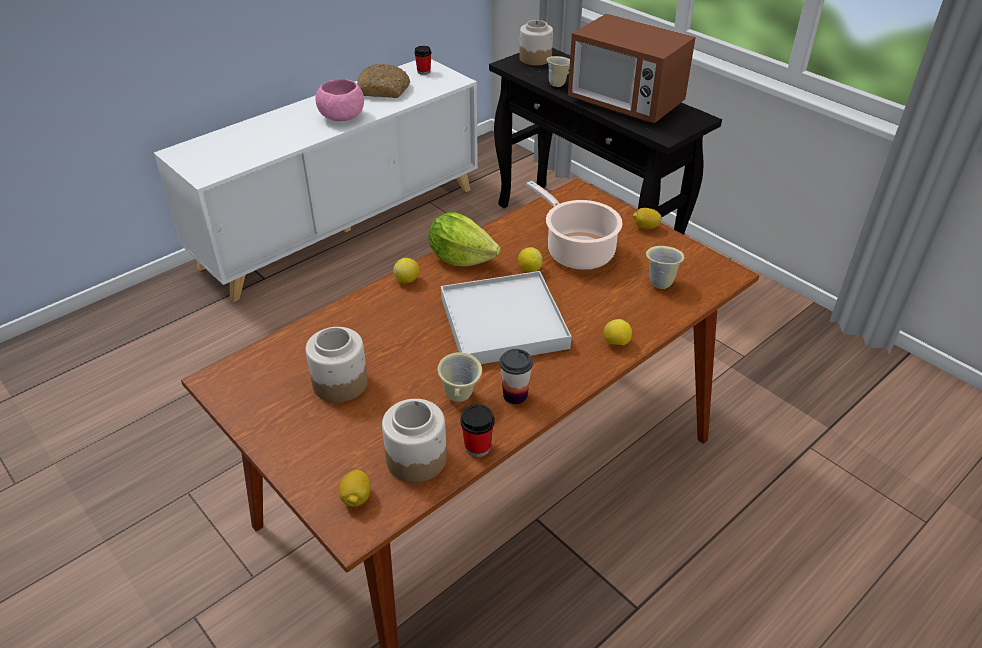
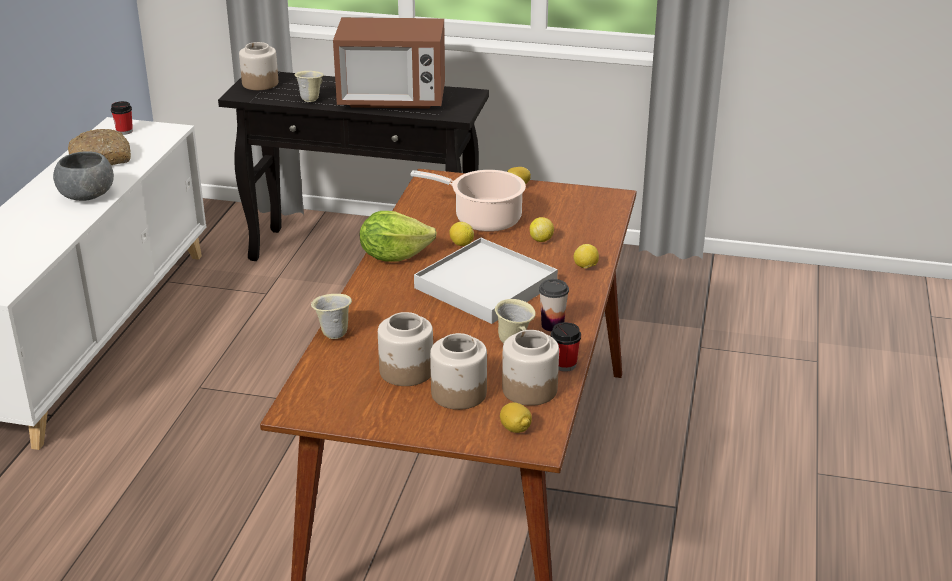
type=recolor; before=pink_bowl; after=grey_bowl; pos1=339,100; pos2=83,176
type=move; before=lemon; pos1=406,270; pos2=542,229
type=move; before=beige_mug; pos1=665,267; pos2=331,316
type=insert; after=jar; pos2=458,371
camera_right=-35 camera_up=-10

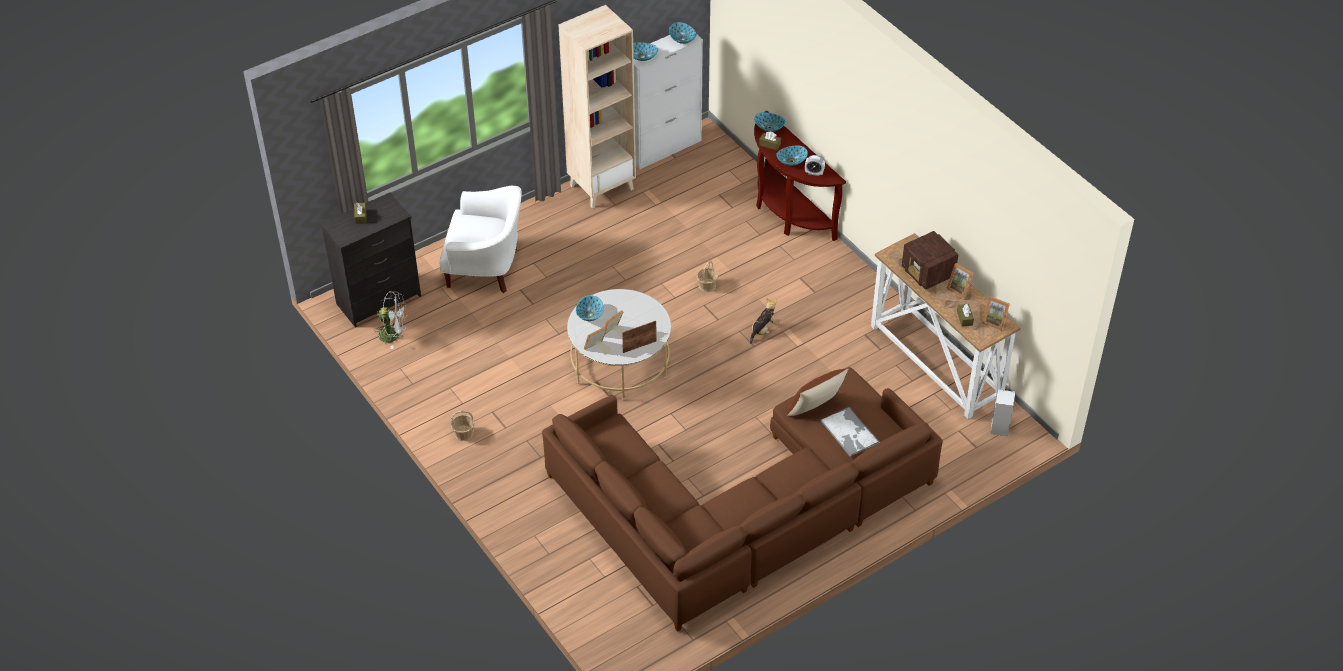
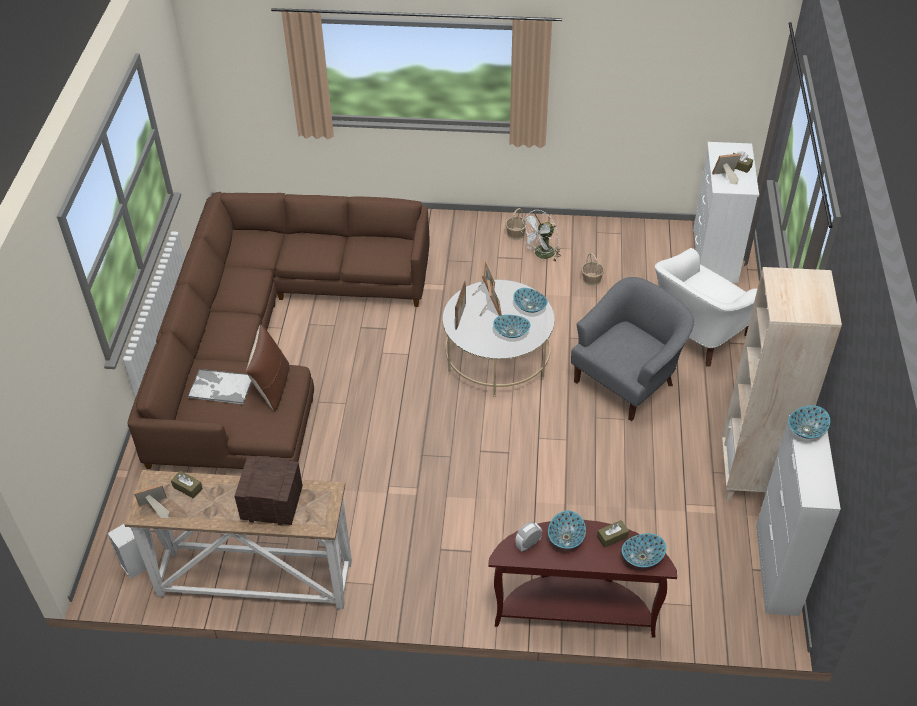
type=recolor; before=black_dresser; after=white_dresser; pos1=370,260; pos2=726,212
type=move; before=white_fan; pos1=391,320; pos2=540,236
type=move; before=bowl; pos1=682,33; pos2=512,326
type=move; before=basket; pos1=707,276; pos2=592,269
type=delete; before=plush_toy; pos1=764,321
type=move; before=picture_frame; pos1=960,281; pos2=726,169
type=insert; after=grey_armchair; pos2=632,349
camera_right=130 camera_up=0

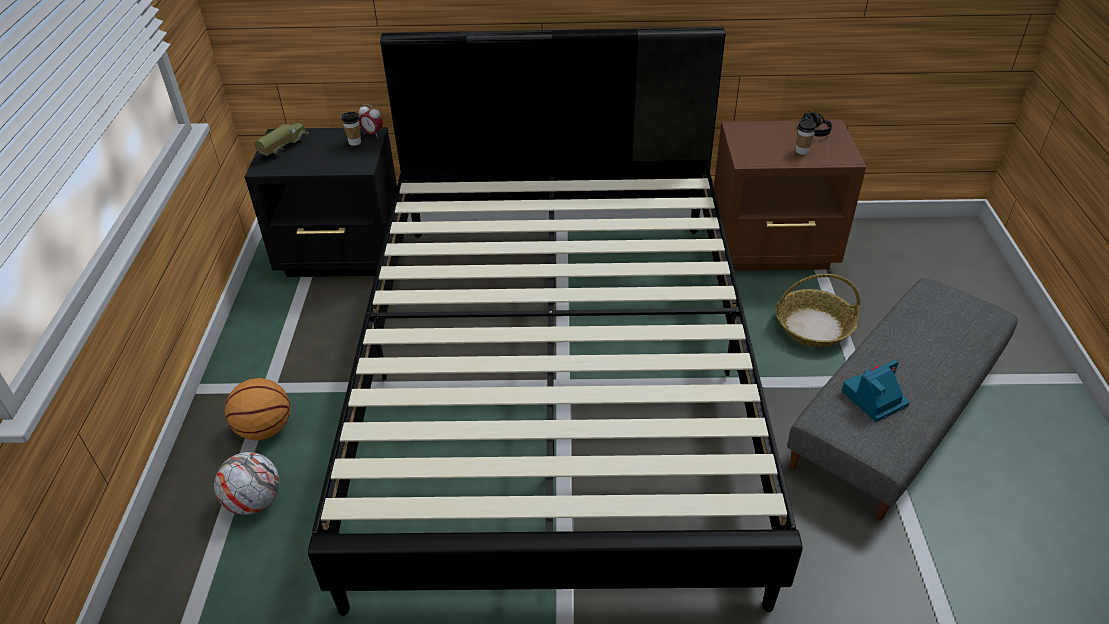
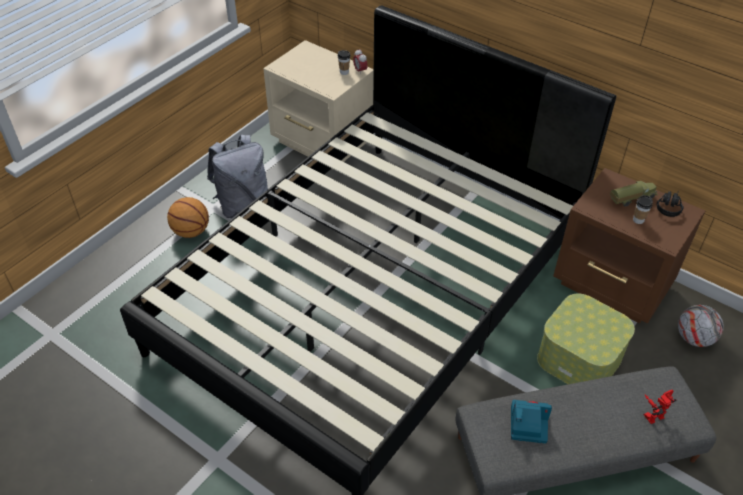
type=move; before=football; pos1=246,483; pos2=701,326
type=recolor; before=black_nightstand; after=beige_nightstand; pos1=321,202; pos2=318,105
type=move; before=toy_truck; pos1=281,139; pos2=634,194
type=replace; before=basket; after=storage_box; pos1=818,310; pos2=586,339
type=insert; after=grey_backpack; pos2=237,176
type=insert; after=toy_robot; pos2=660,407
camera_right=35 camera_up=5

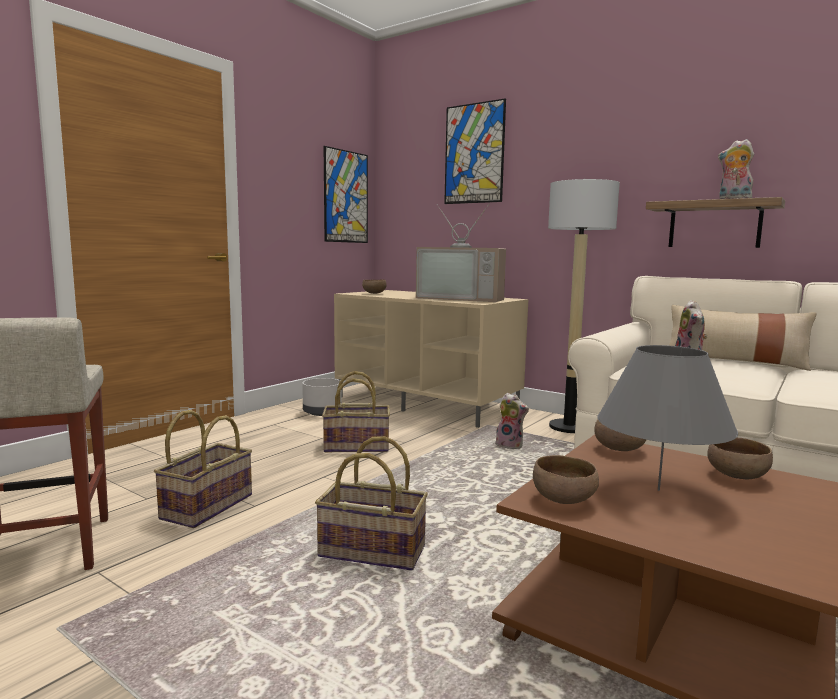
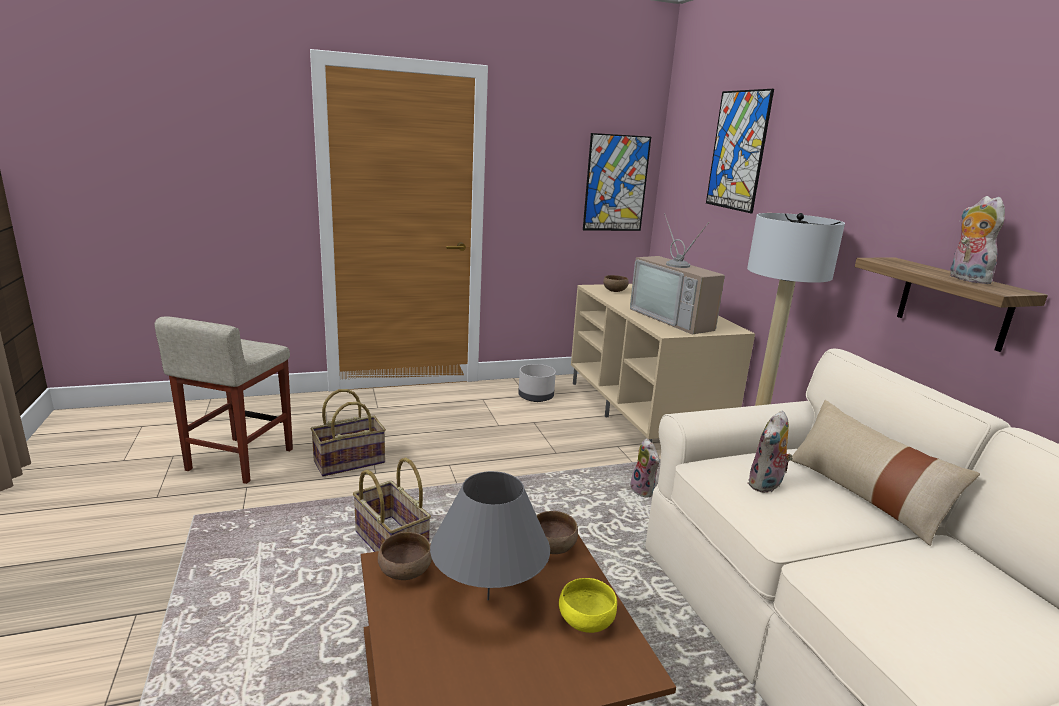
type=delete; before=basket; pos1=356,411
type=recolor; before=brown_bowl; after=yellow_bowl; pos1=740,458; pos2=588,605
camera_right=35 camera_up=10

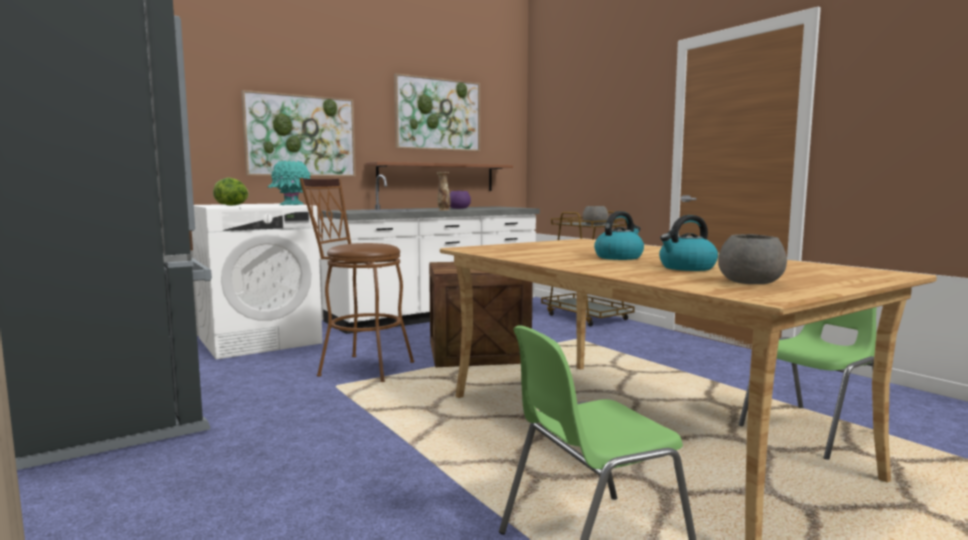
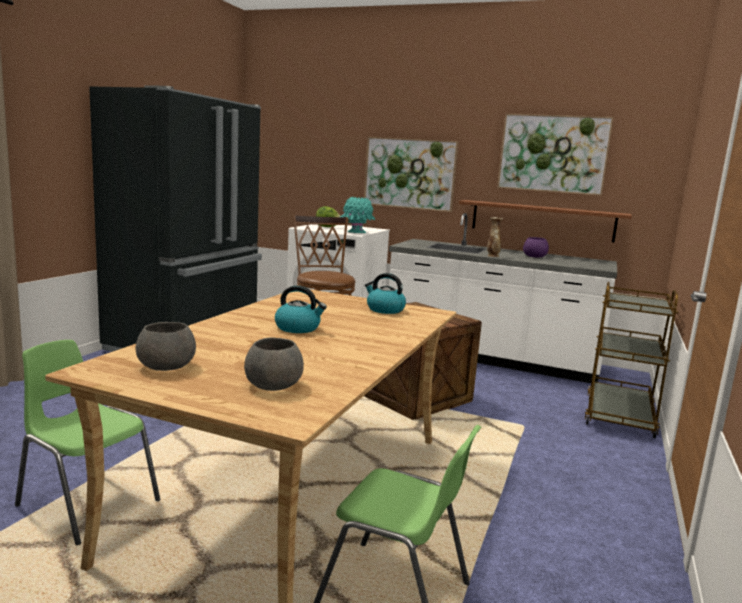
type=move; before=grey_bowl; pos1=595,215; pos2=274,364
type=move; before=kettle; pos1=688,243; pos2=385,293
camera_right=55 camera_up=5

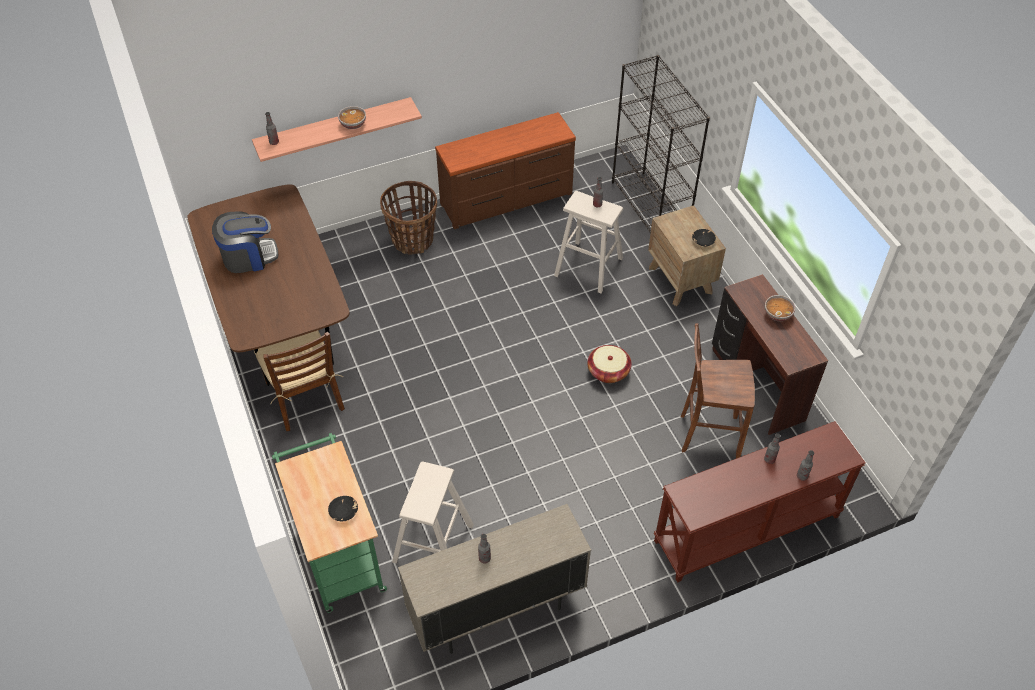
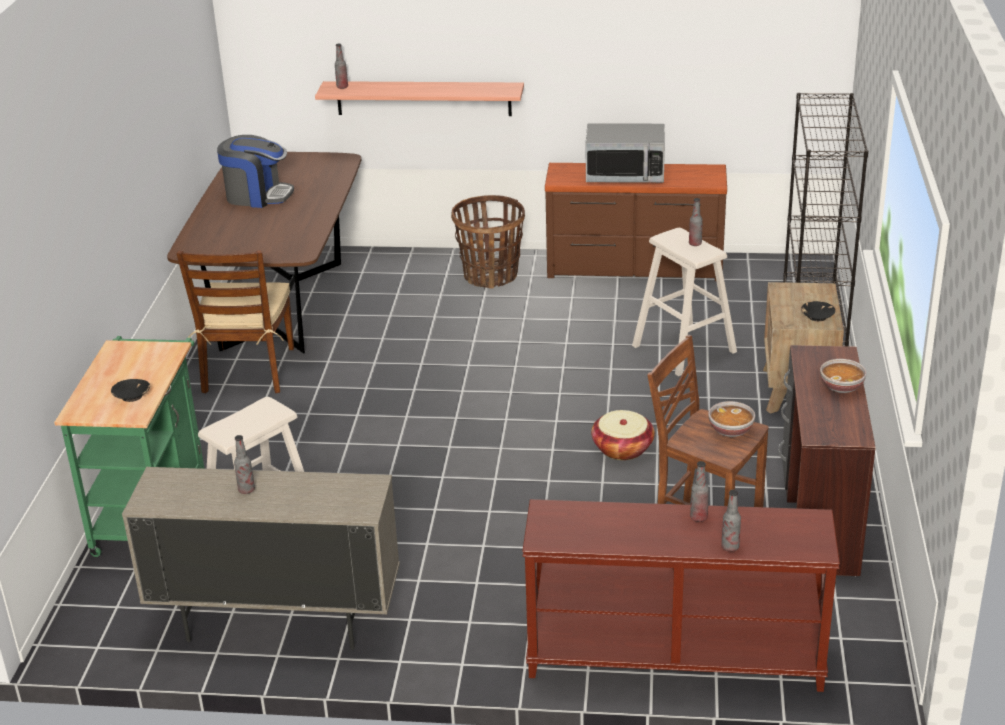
type=move; before=bowl; pos1=352,117; pos2=731,419
type=insert; after=microwave; pos2=625,153
camera_right=30 camera_up=-20

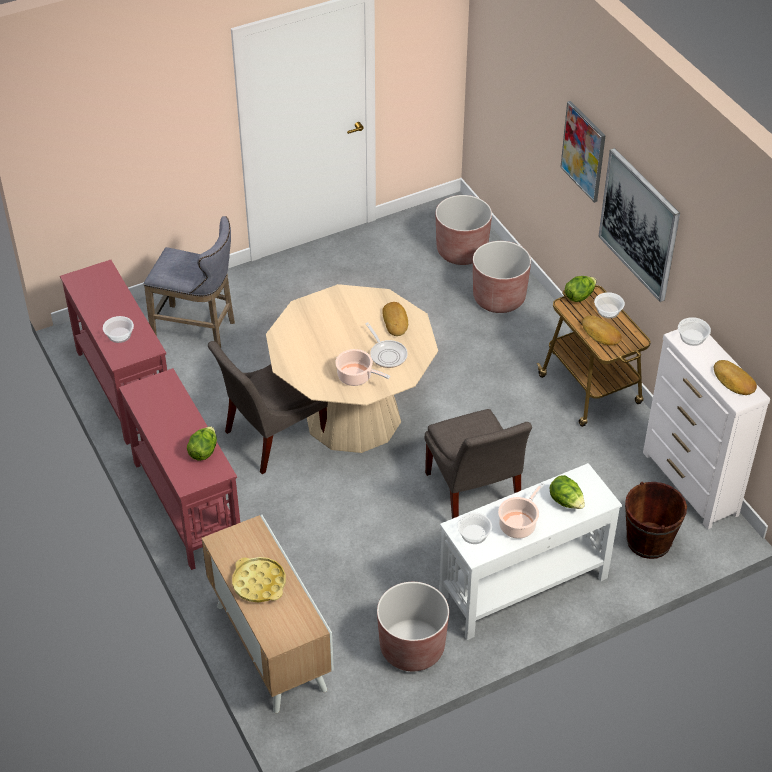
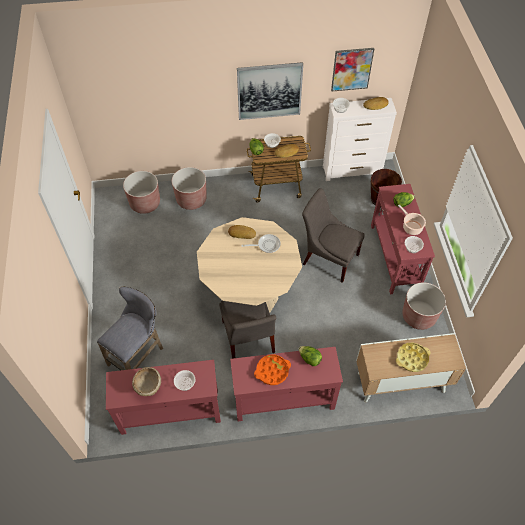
type=delete; before=cooking_pot; pos1=362,367
type=rotate; before=grey_chair; pos1=478,464; pos2=333,235; turn=-150
type=recolor; before=white_console_table; after=red_console_table; pos1=530,551; pos2=403,239
type=move; before=picture; pos1=583,152; pos2=352,69
type=insert; after=beige_bowl; pos2=146,381
type=insert; after=orange_tray; pos2=272,370
camera_right=-70 camera_up=10

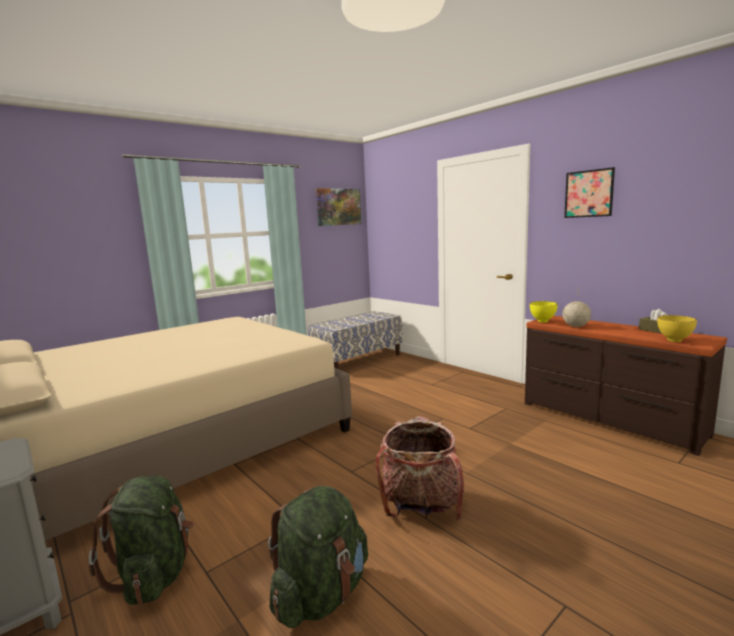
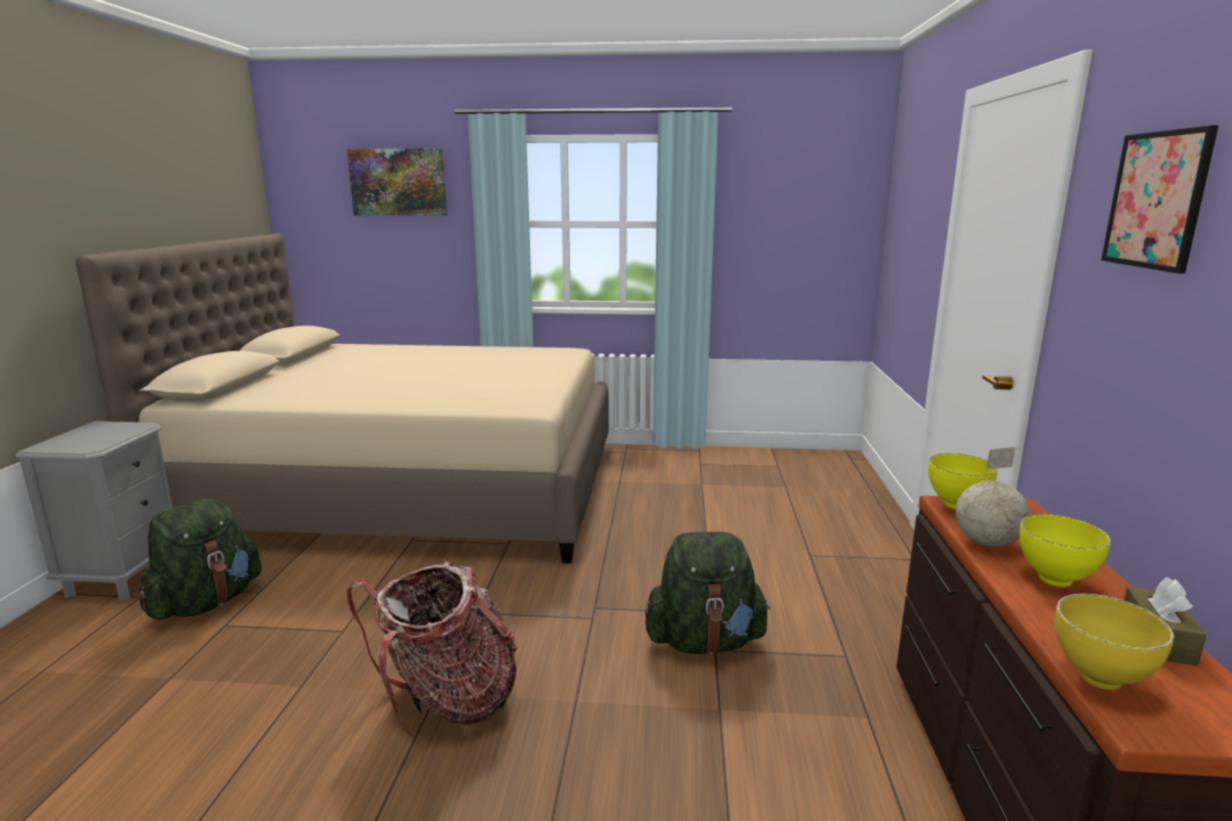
type=move; before=green_backpack; pos1=318,557; pos2=707,593
type=delete; before=bench; pos1=355,340
type=move; before=picture; pos1=339,207; pos2=397,182
type=insert; after=yellow_bowl; pos2=1065,550
camera_right=45 camera_up=5

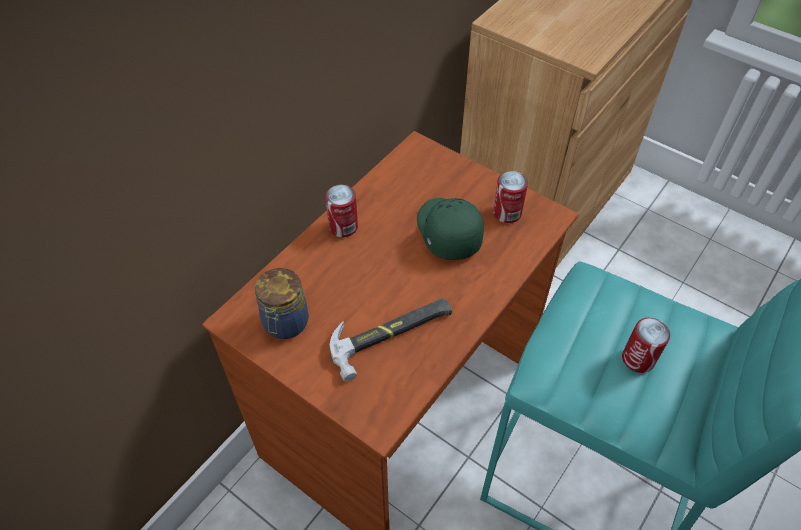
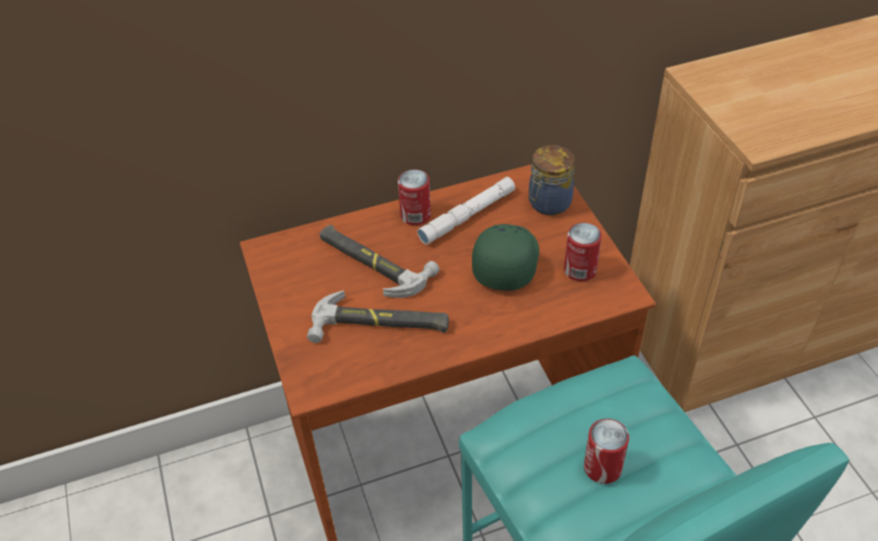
type=move; before=jar; pos1=282,303; pos2=552,180
type=insert; after=hammer; pos2=379,261
type=insert; after=white_flashlight; pos2=466,211
camera_right=35 camera_up=-5

